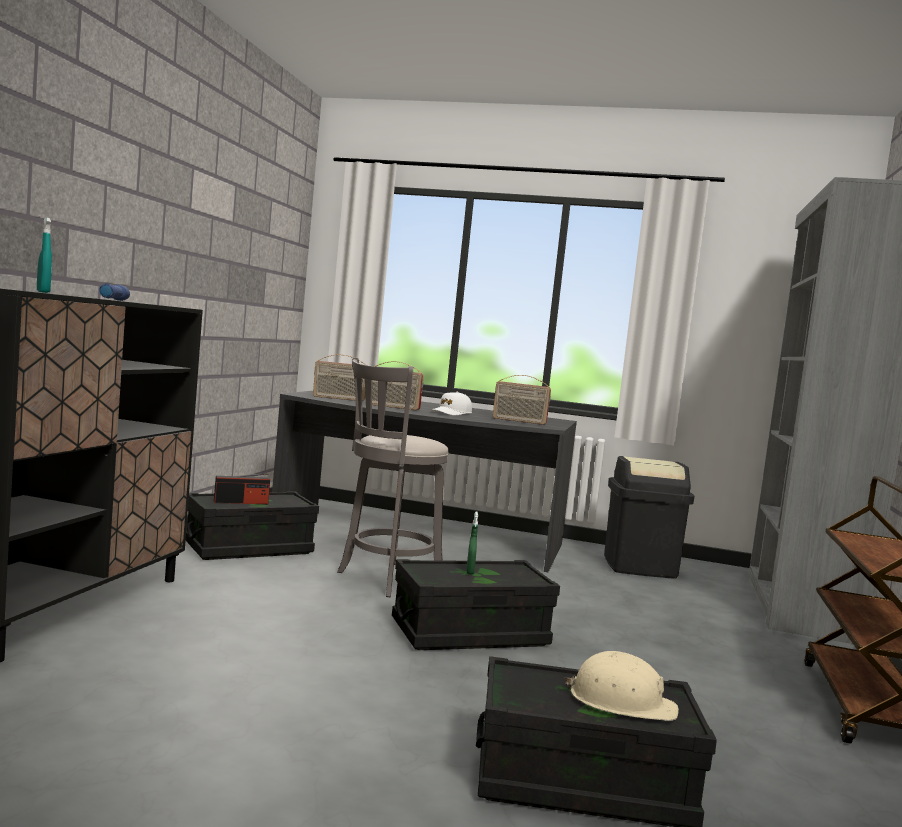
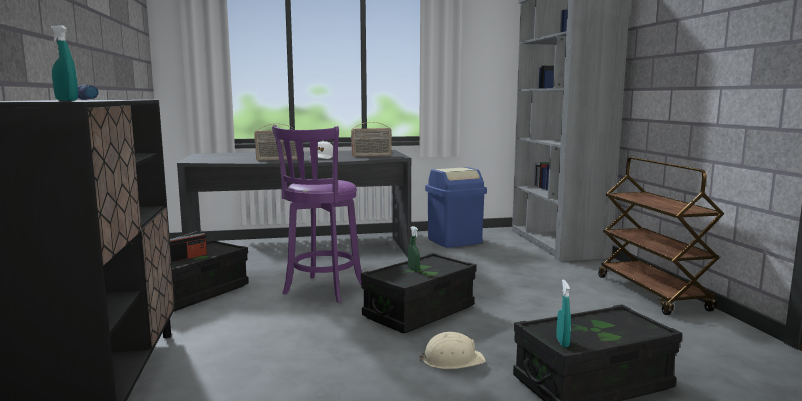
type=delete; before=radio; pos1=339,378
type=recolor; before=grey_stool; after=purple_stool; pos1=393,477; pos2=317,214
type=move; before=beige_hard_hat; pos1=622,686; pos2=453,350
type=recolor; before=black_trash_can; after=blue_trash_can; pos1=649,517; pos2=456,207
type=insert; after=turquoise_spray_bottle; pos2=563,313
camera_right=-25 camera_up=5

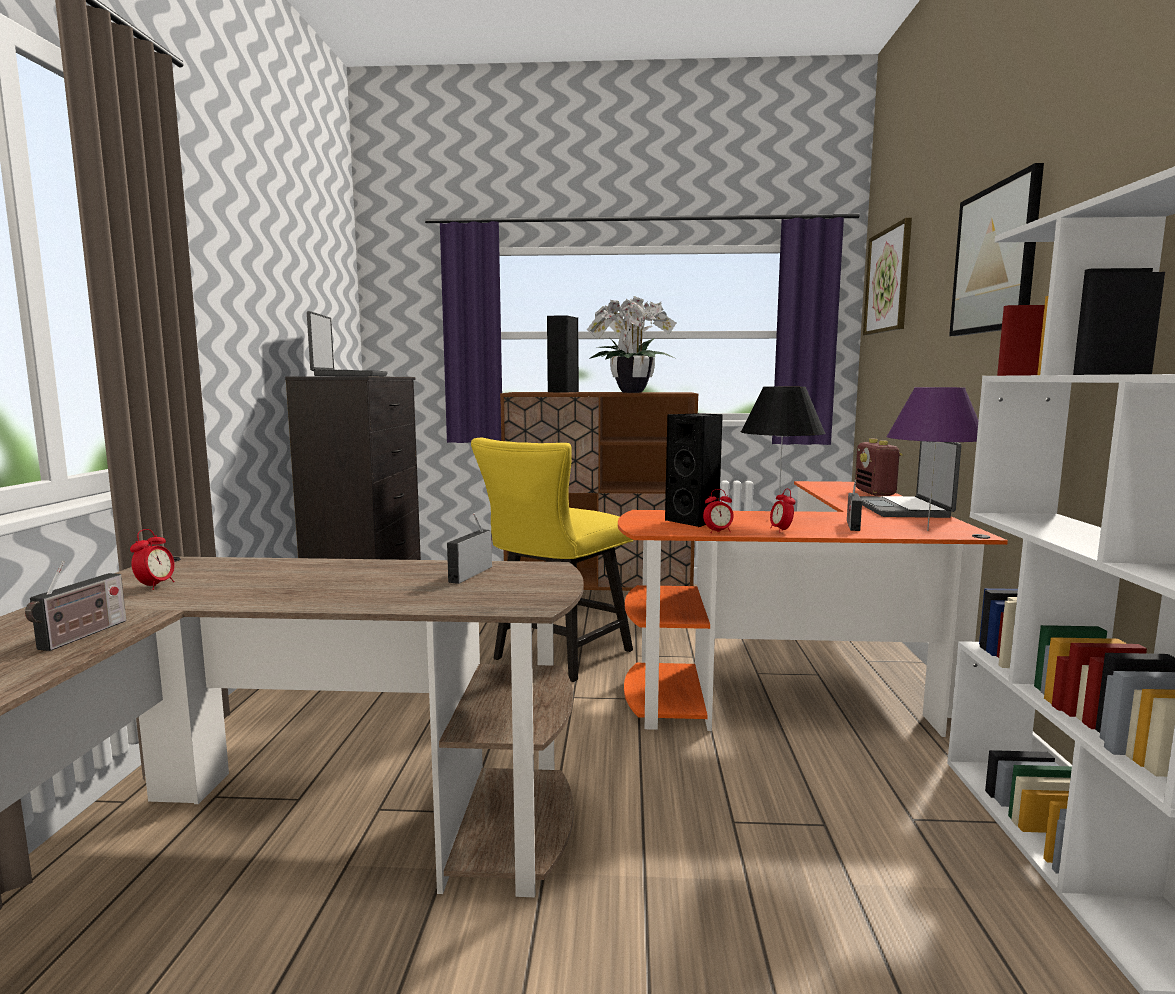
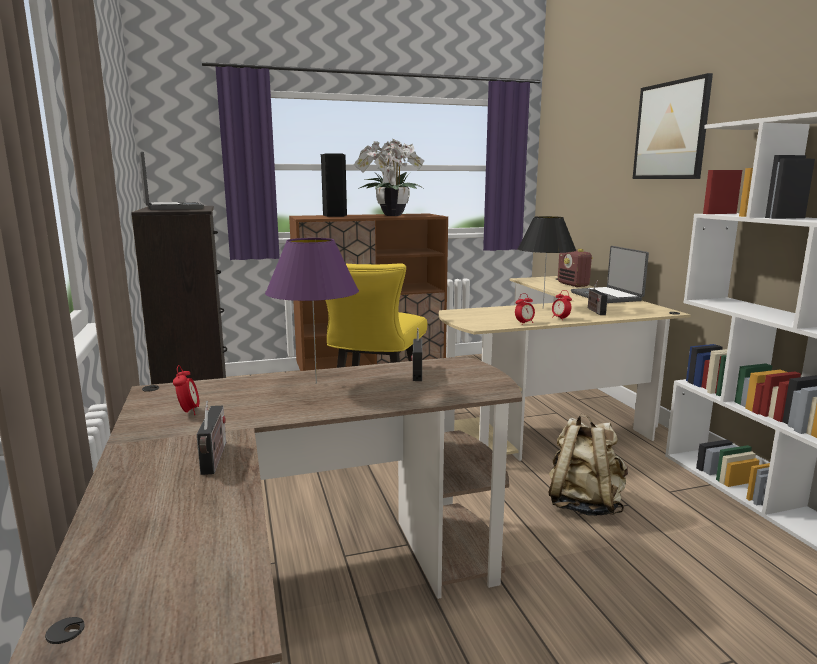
type=recolor; before=orange_desk; after=beige_desk; pos1=813,609; pos2=565,368
type=delete; before=black_speaker; pos1=694,470
type=delete; before=picture; pos1=887,276
type=move; before=purple_table_lamp; pos1=932,459; pos2=312,310
type=insert; after=beige_backpack; pos2=588,465
camera_right=-20 camera_up=5

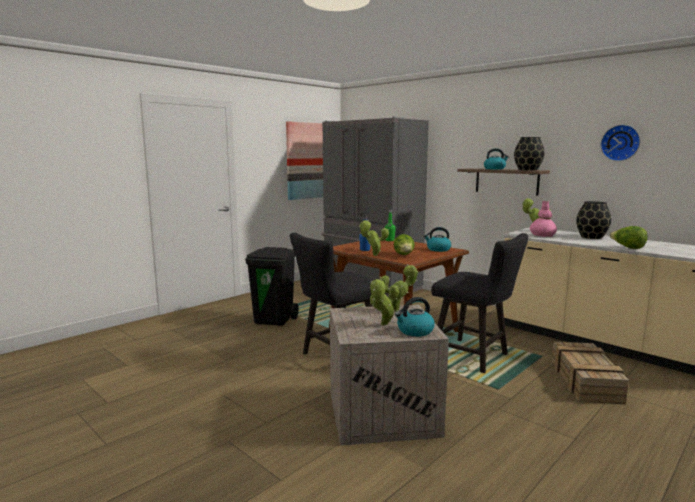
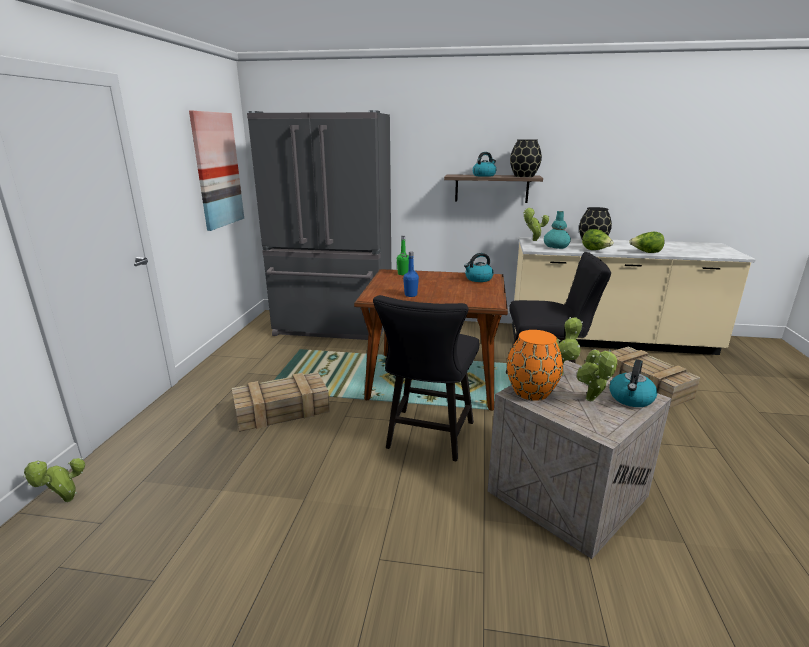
type=replace; before=black_trash_can; after=crate; pos1=272,286; pos2=281,402
type=move; before=potted_plant; pos1=374,238; pos2=54,480
type=move; before=lettuce; pos1=404,244; pos2=598,239
type=recolor; before=pink_vase; after=turquoise_vase; pos1=543,219; pos2=557,230
type=delete; before=wall_clock; pos1=620,143
type=insert; after=orange_vase; pos2=535,365
camera_right=-35 camera_up=10

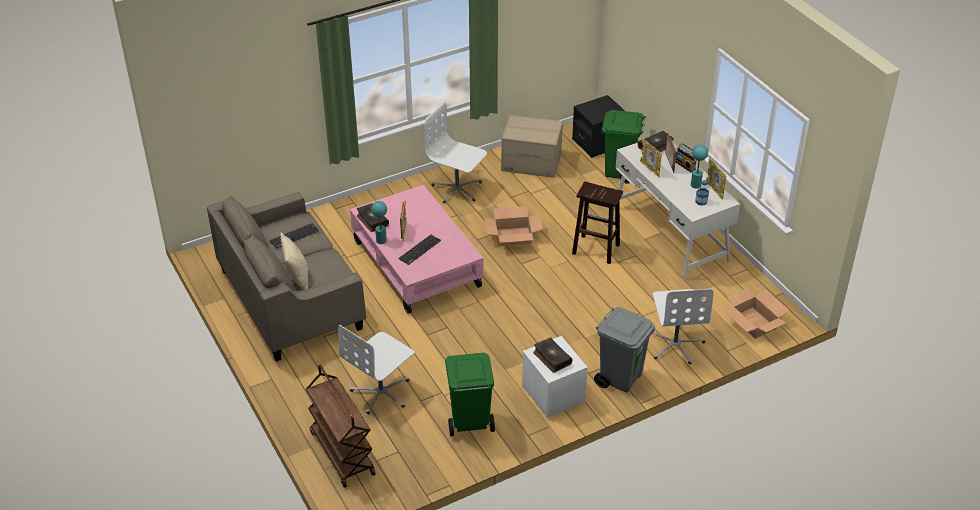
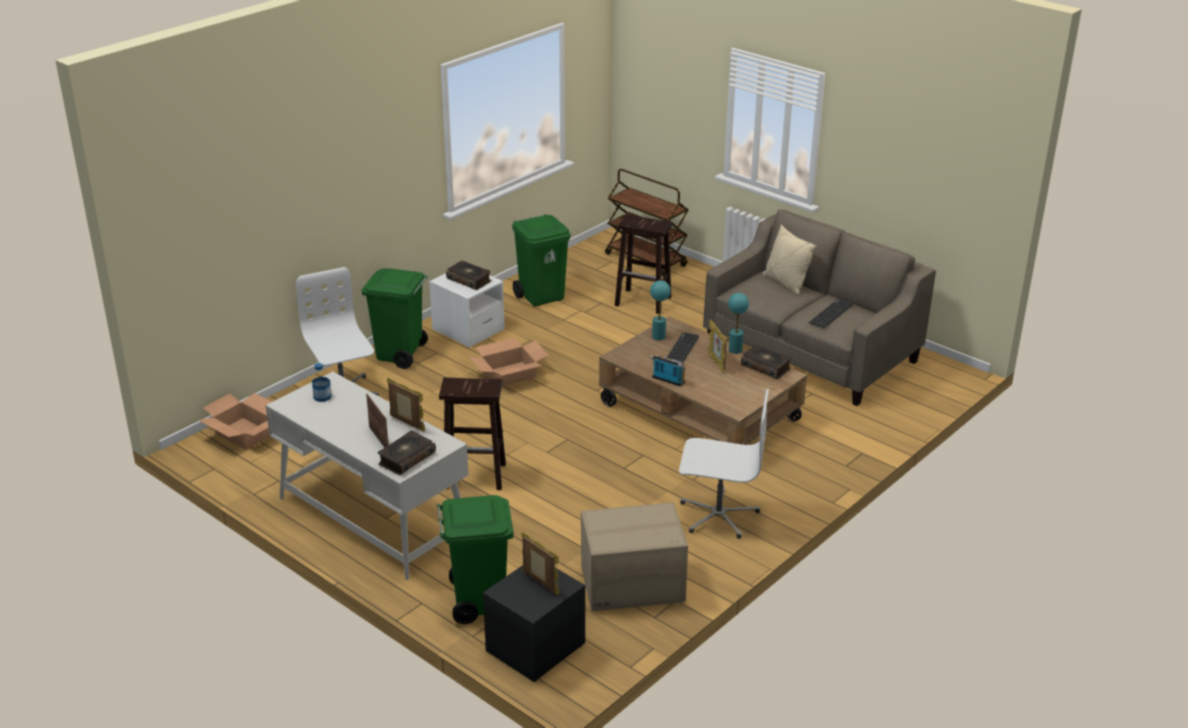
type=replace; before=white_office_chair; after=brown_stool; pos1=376,369; pos2=644,264
type=recolor; before=pink_coffee_table; after=brown_coffee_table; pos1=417,249; pos2=703,381
type=move; before=cardboard_box; pos1=513,226; pos2=508,362
type=recolor; before=grey_trash_can; after=green_trash_can; pos1=624,349; pos2=395,318
type=move; before=radio; pos1=686,158; pos2=668,371
type=move; before=turquoise_table_lamp; pos1=699,167; pos2=660,310
type=move; before=picture_frame; pos1=716,179; pos2=540,563
camera_right=160 camera_up=-10

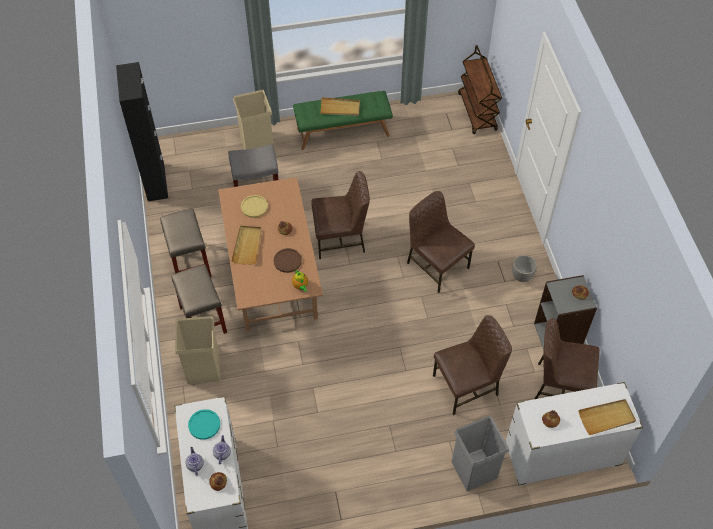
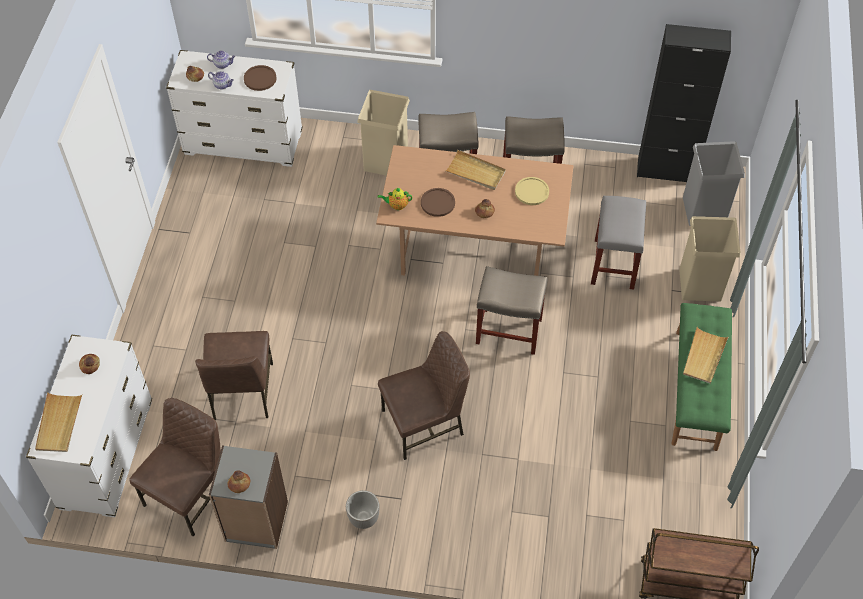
type=recolor; before=turquoise_plate; after=brown_plate; pos1=204,424; pos2=260,78
type=replace; before=brown_chair; after=beige_stool; pos1=340,215; pos2=512,310
type=move; before=grey_trash_can; pos1=480,453; pos2=714,183
camera_right=110 camera_up=0

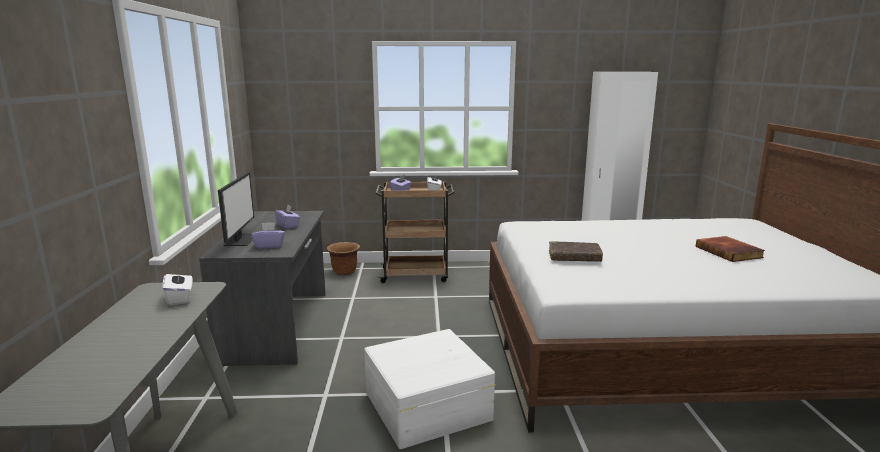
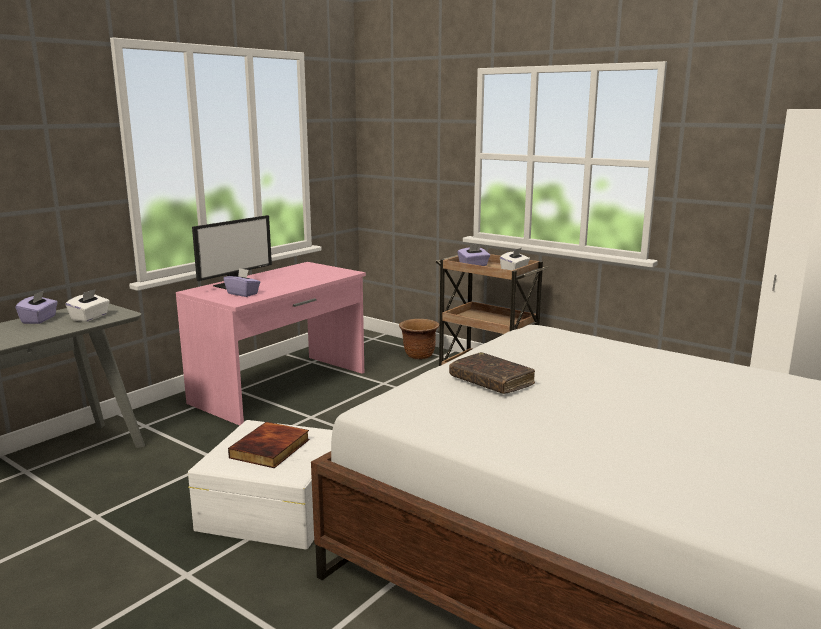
type=recolor; before=grey_desk; after=pink_desk; pos1=262,288; pos2=271,344
type=move; before=purple_tissue_box; pos1=287,217; pos2=36,307
type=move; before=book; pos1=730,249; pos2=269,445
camera_right=40 camera_up=0

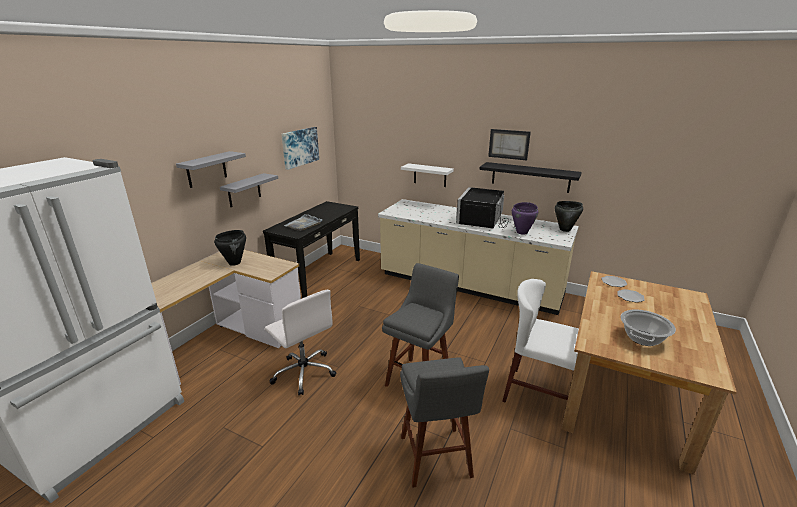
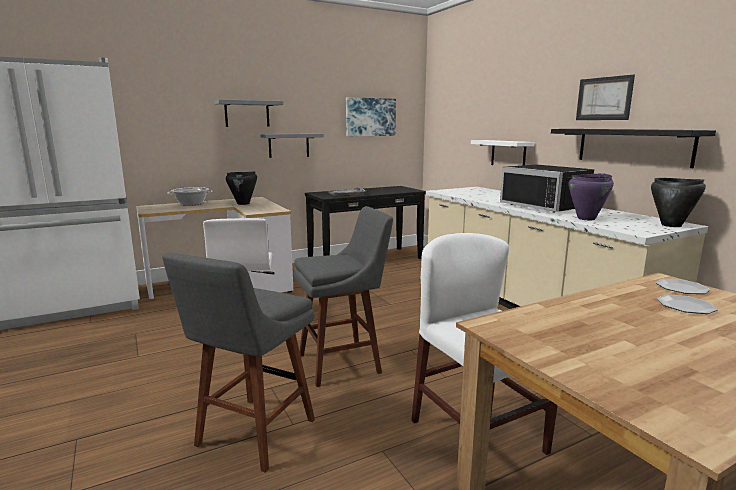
type=rotate; before=black_microwave; pos1=482,208; pos2=547,189; turn=-90
type=move; before=cooking_pot; pos1=648,327; pos2=190,196
camera_right=35 camera_up=-10

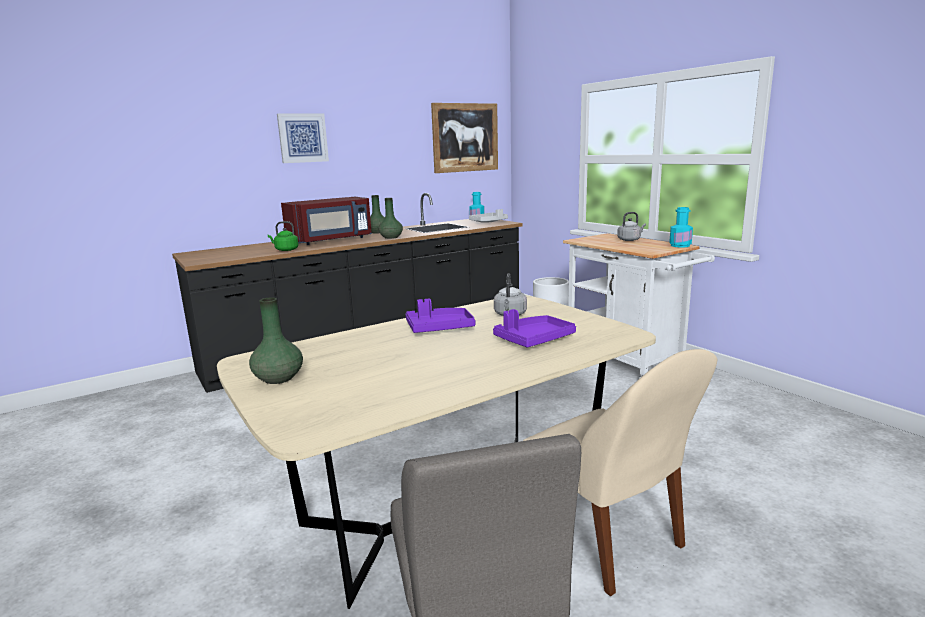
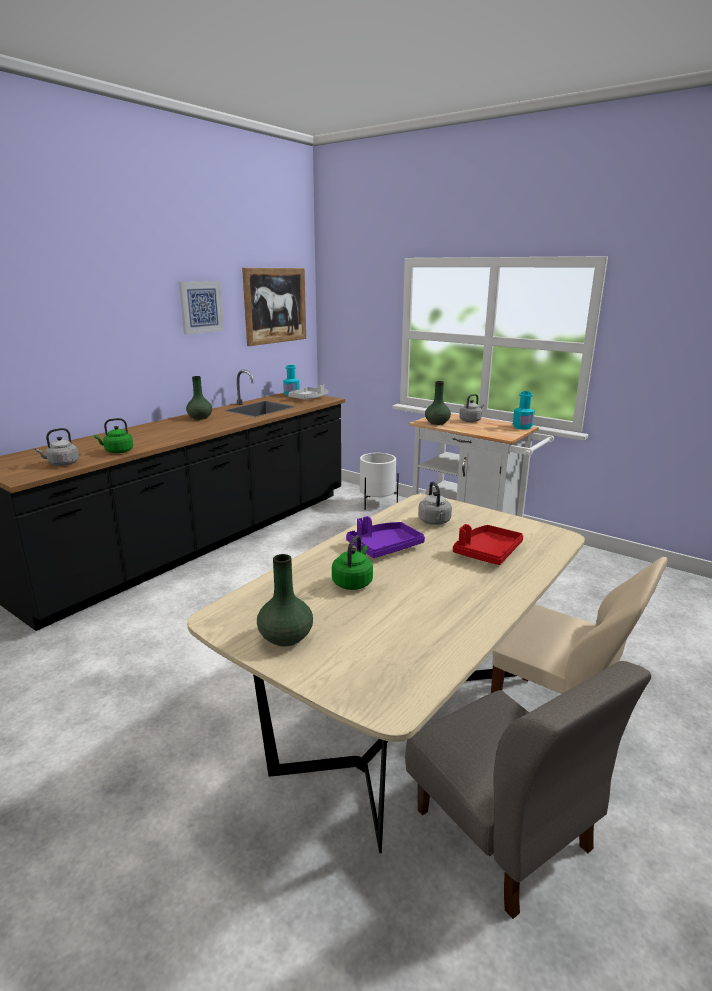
type=move; before=picture; pos1=303,138; pos2=201,307
type=delete; before=red_microwave; pos1=326,221
type=move; before=green_vase; pos1=390,218; pos2=438,403
type=recolor; before=purple_tray; after=red_tray; pos1=534,328; pos2=488,544
type=insert; after=grey_kettle; pos2=57,447
type=insert; after=green_kettle; pos2=352,562
camera_right=-20 camera_up=5

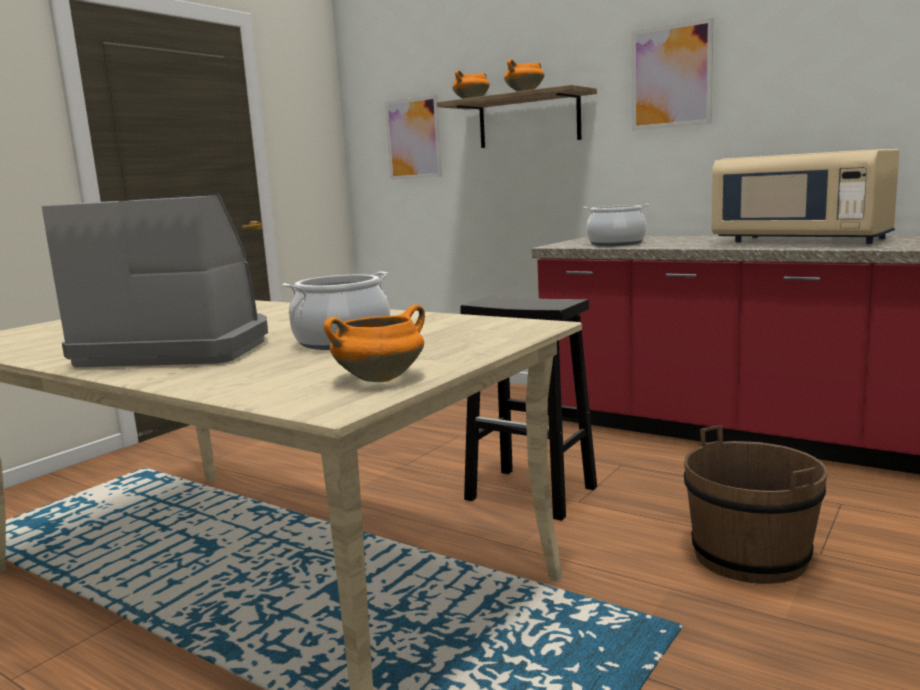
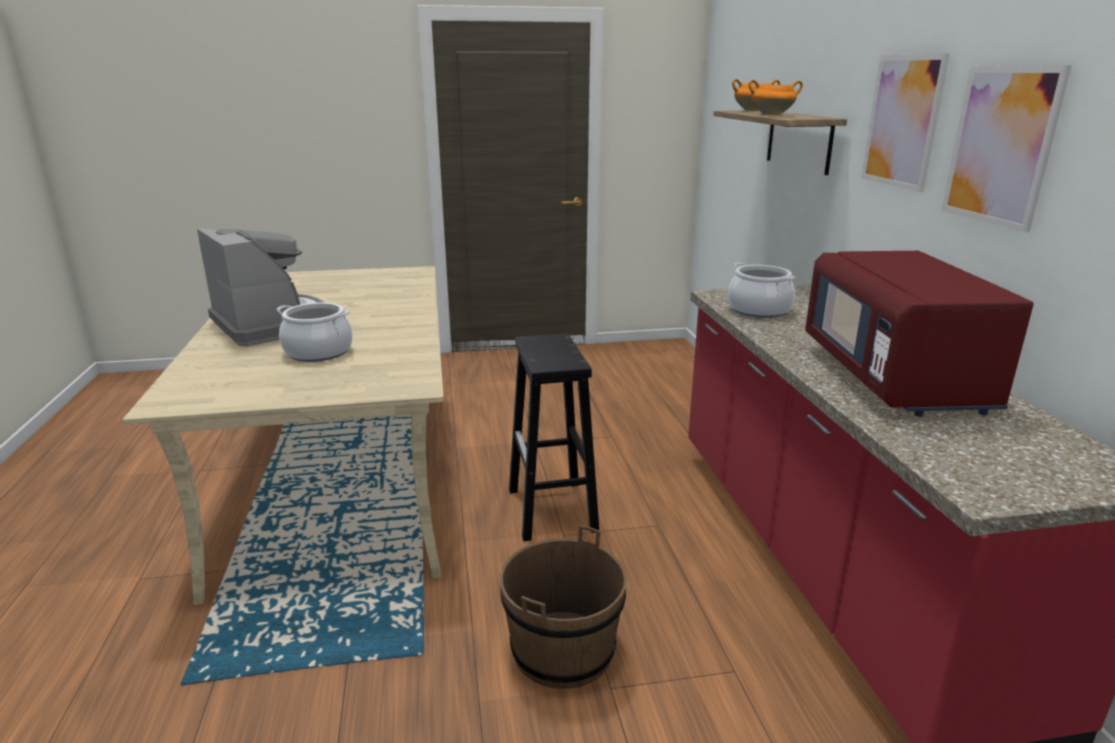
type=delete; before=orange_cooking_pot; pos1=374,343
type=move; before=picture; pos1=413,137; pos2=1006,149
type=recolor; before=beige_microwave; after=red_microwave; pos1=806,196; pos2=919,334
camera_right=45 camera_up=10

